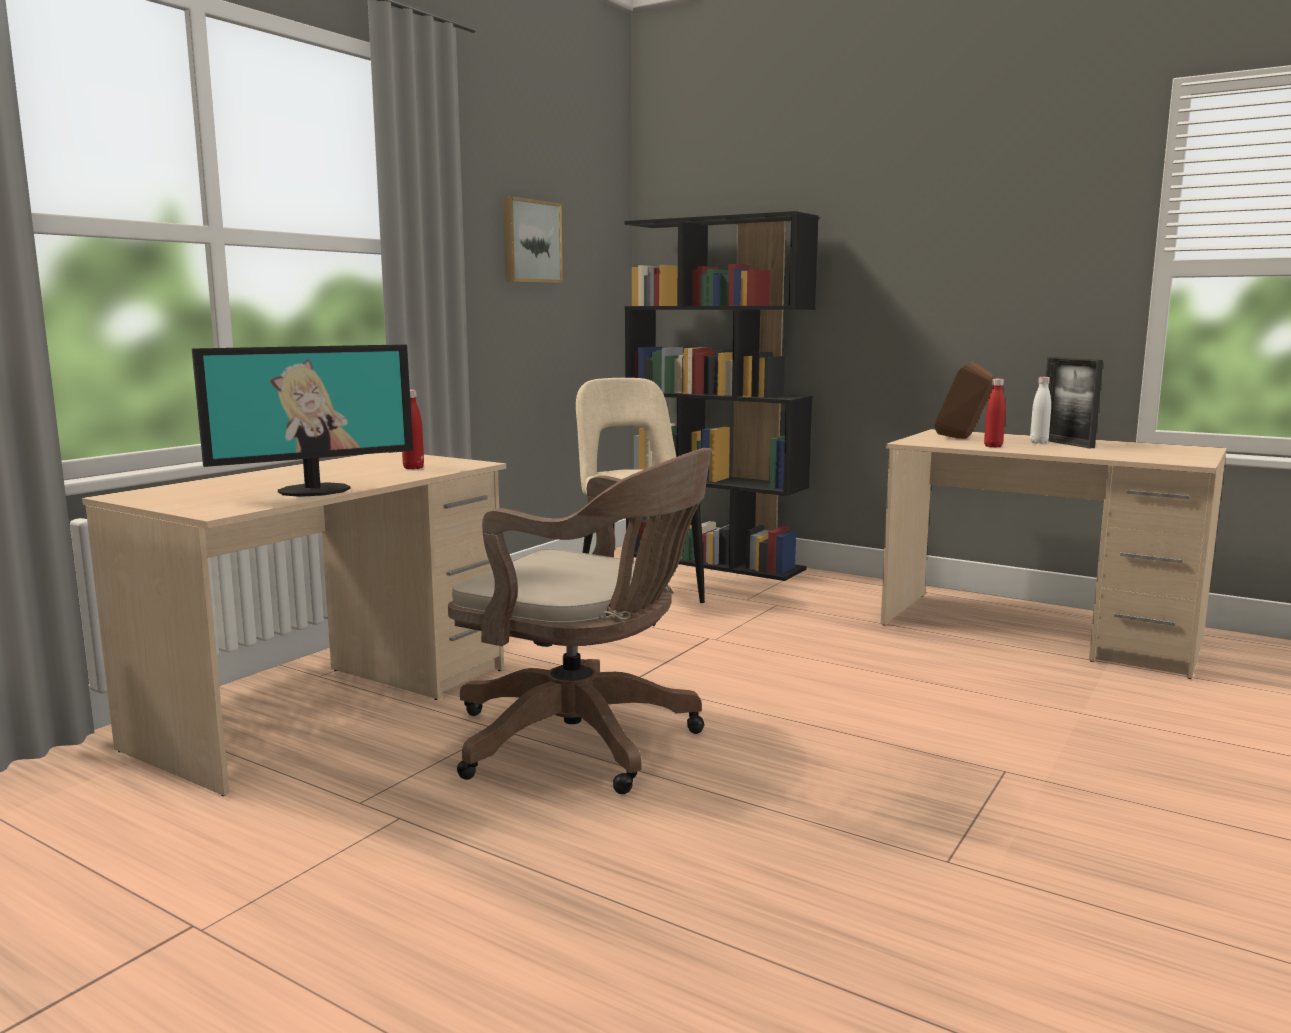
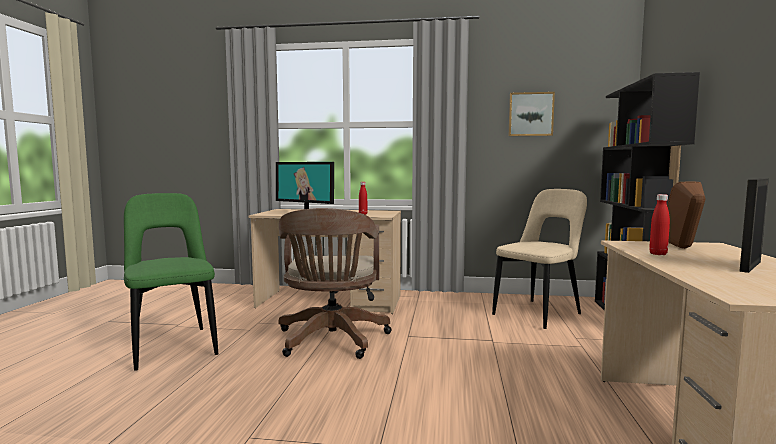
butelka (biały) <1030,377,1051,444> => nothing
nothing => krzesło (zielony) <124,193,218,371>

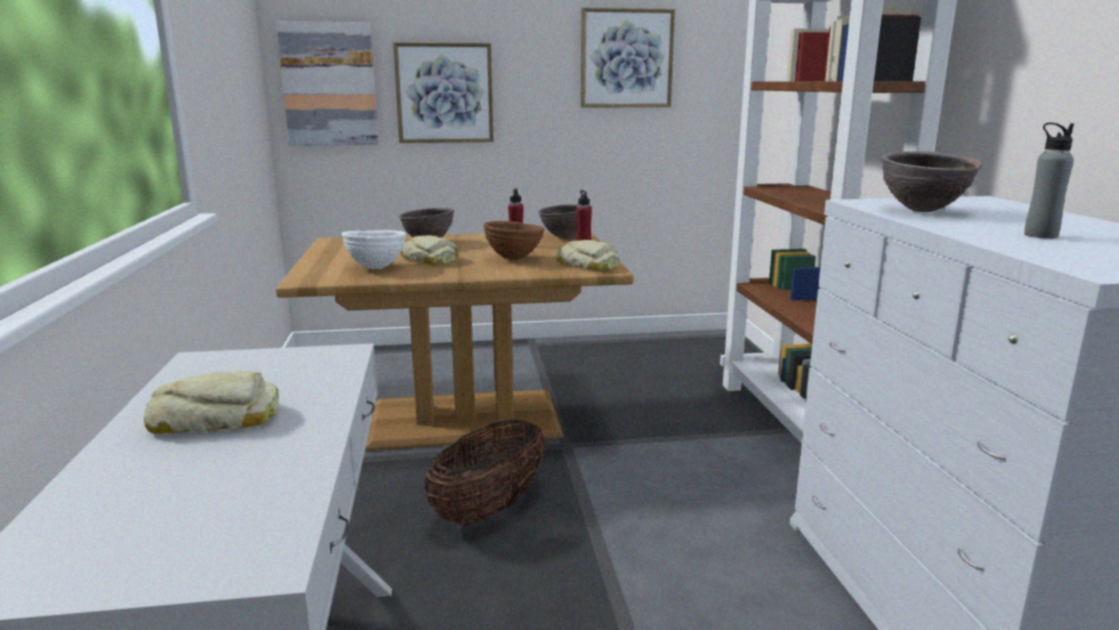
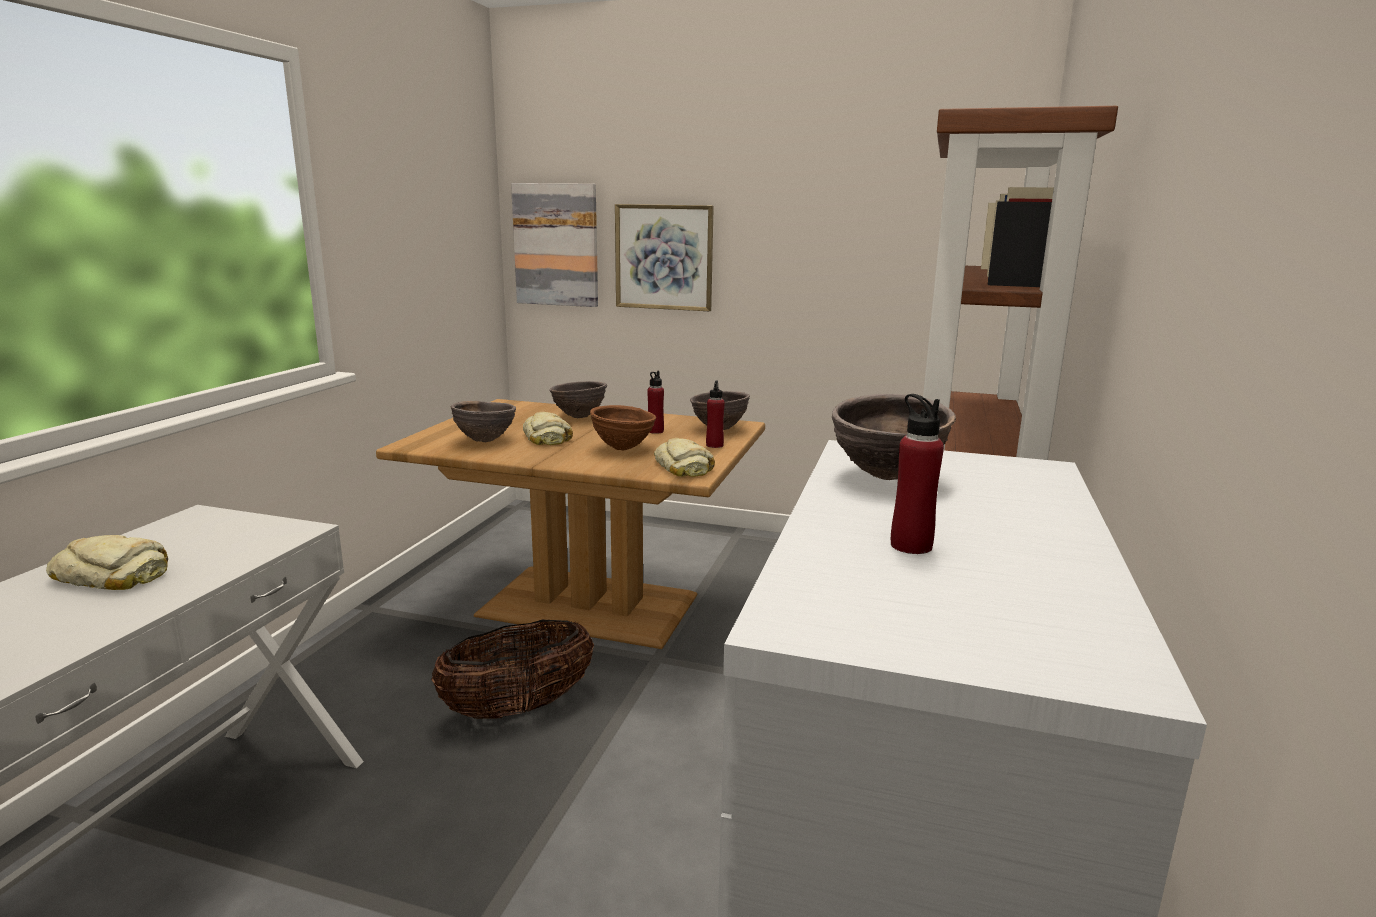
miska (biały) <342,230,406,269> => miska (brązowy) <451,401,516,442>
obraz <581,8,675,108> => nothing
butelka (szary) <1024,123,1074,239> => butelka (czerwony) <891,394,944,554>

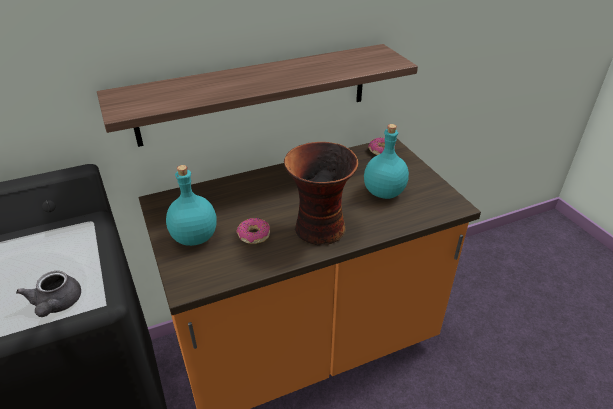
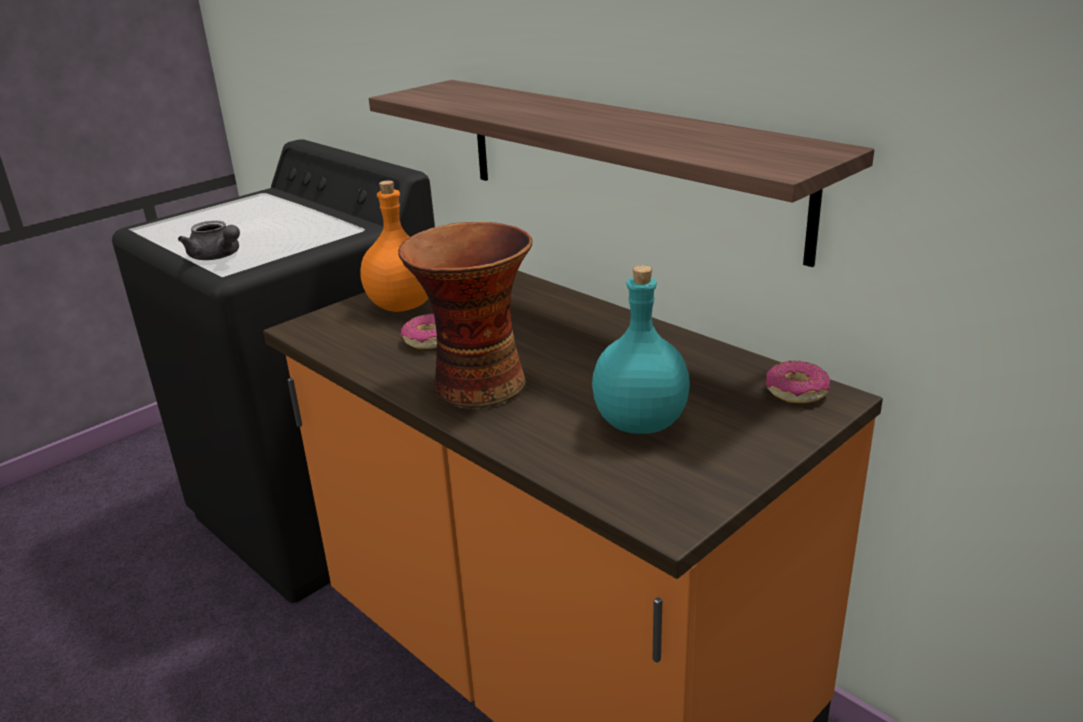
imbryk (szary) <16,271,81,317> => imbryk (szary) <178,221,240,260>, 105 degrees counterclockwise
butelka (turkusowy) <166,165,217,246> => butelka (pomarańczowy) <360,180,428,312>

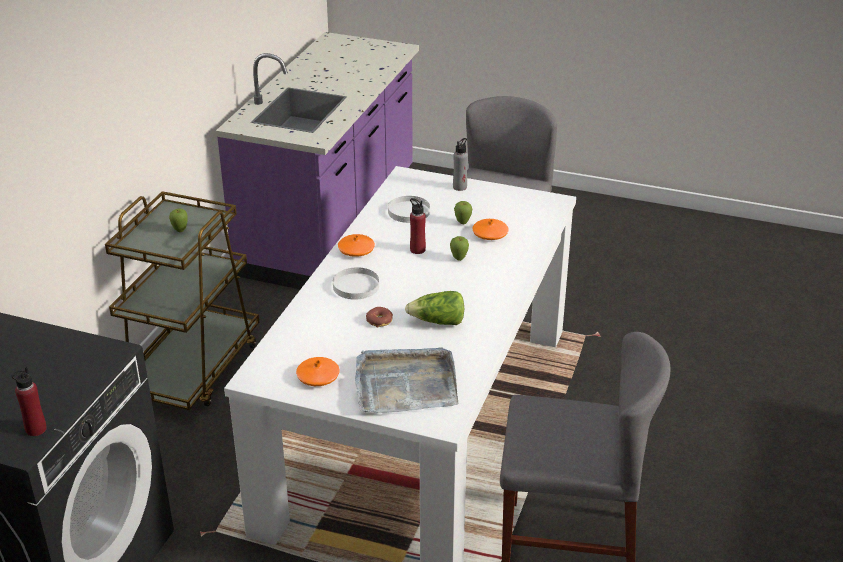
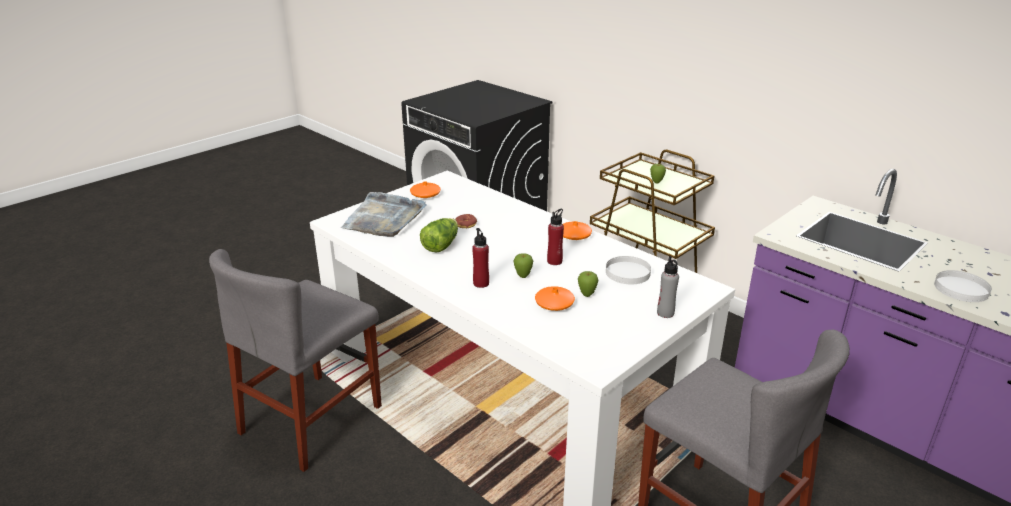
butelka (czerwony) <11,367,47,436> => butelka (czerwony) <472,228,489,288>, relocated
talerz (biały) <333,267,379,300> => talerz (biały) <934,270,992,302>, relocated

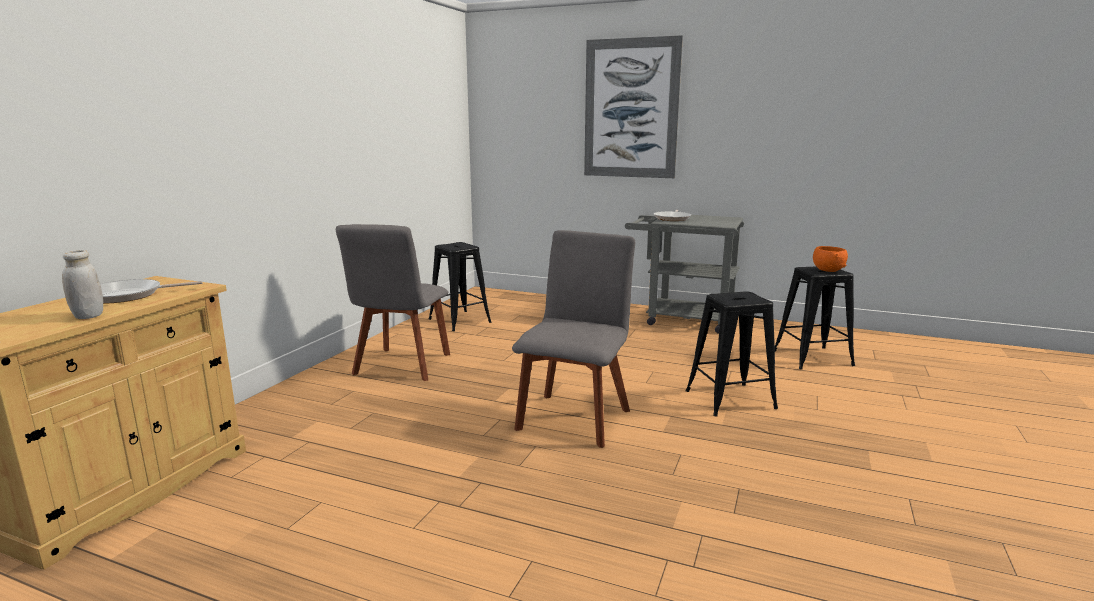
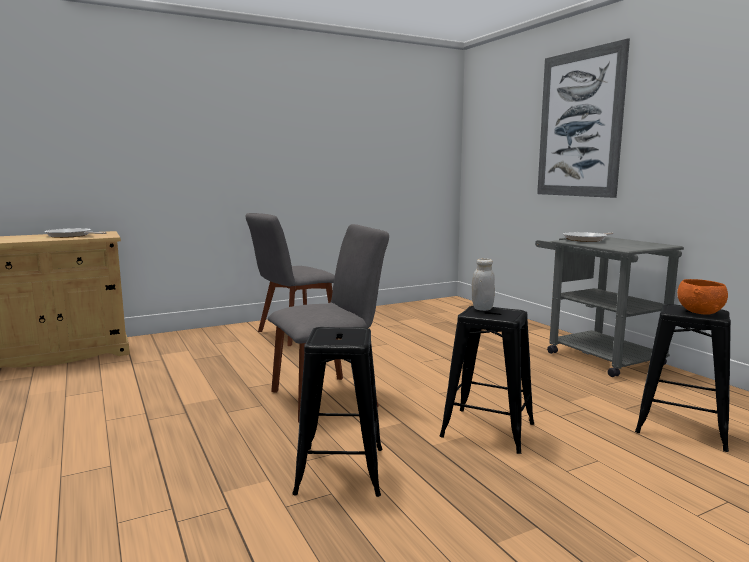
słoik (biały) <62,250,103,319> => słoik (biały) <472,258,495,311>, relocated
stołek (czarny) <429,242,491,331> => stołek (czarny) <292,327,382,497>, relocated

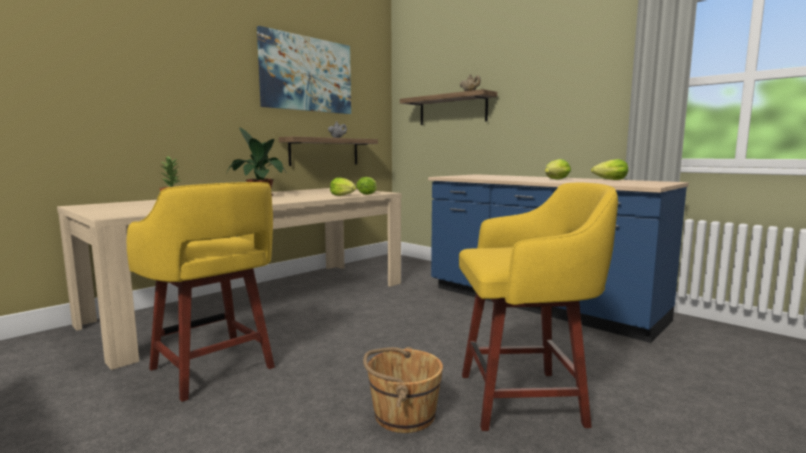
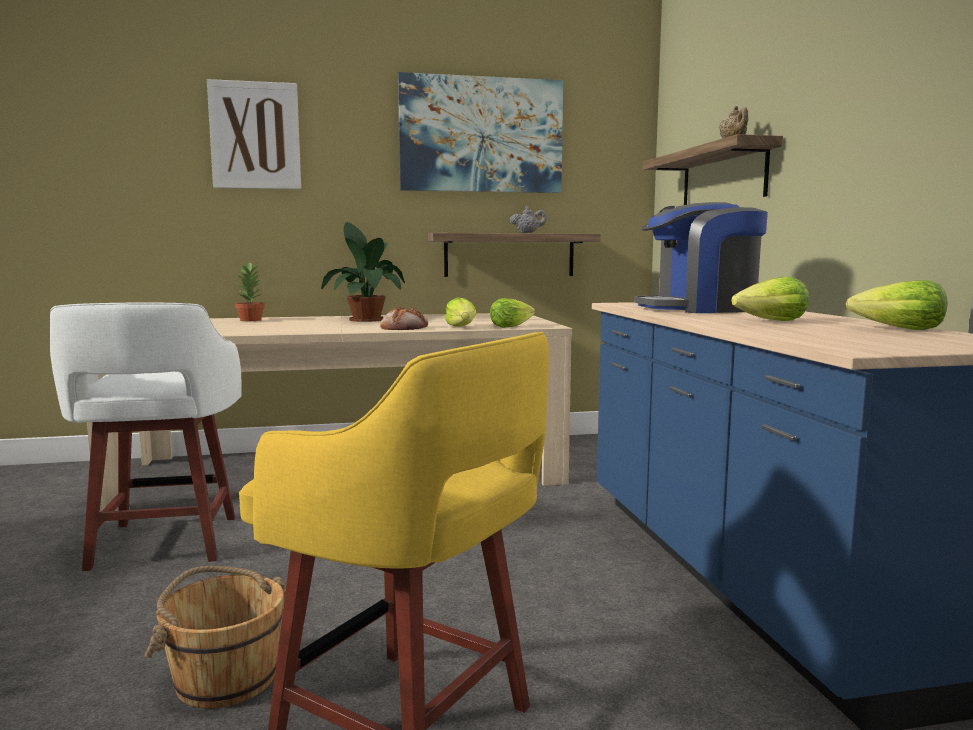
stołek (żółty) <127,182,275,402> => stołek (biały) <50,303,242,571>
nothing => obraz <207,79,301,189>
nothing => chleb <380,306,428,330>
nothing => ekspres do kawy <634,202,768,313>

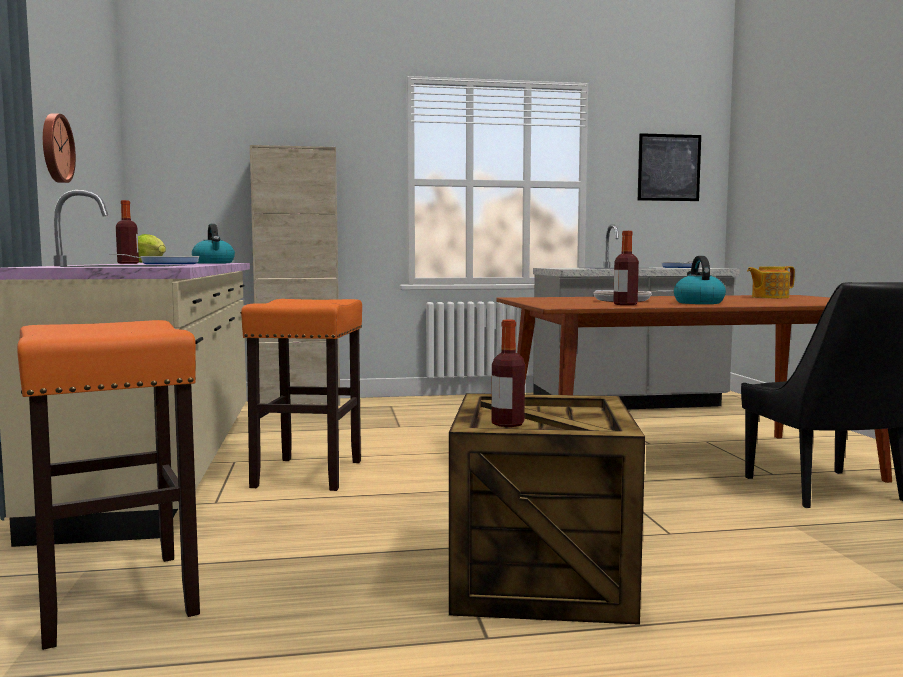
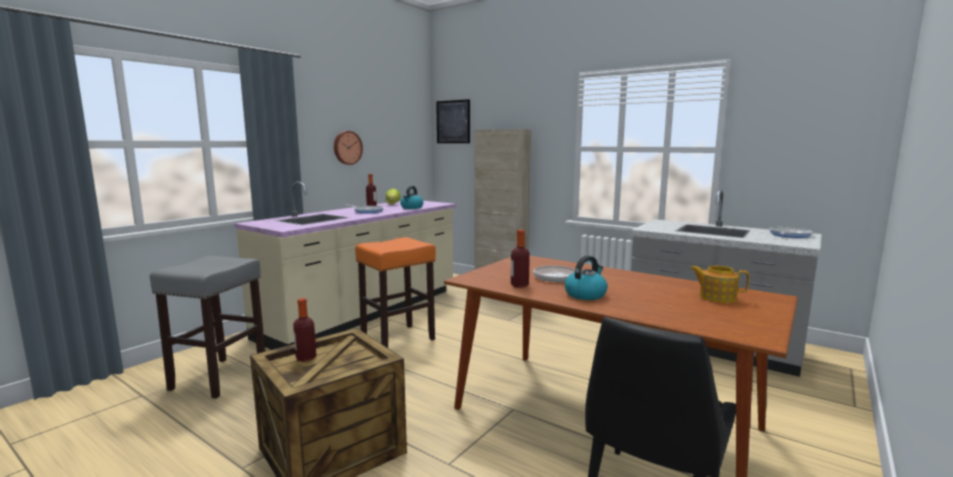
stołek (pomarańczowy) <17,320,200,650> => stołek (szary) <150,256,265,399>
obraz <638,133,701,201> => obraz <436,99,470,143>, relocated

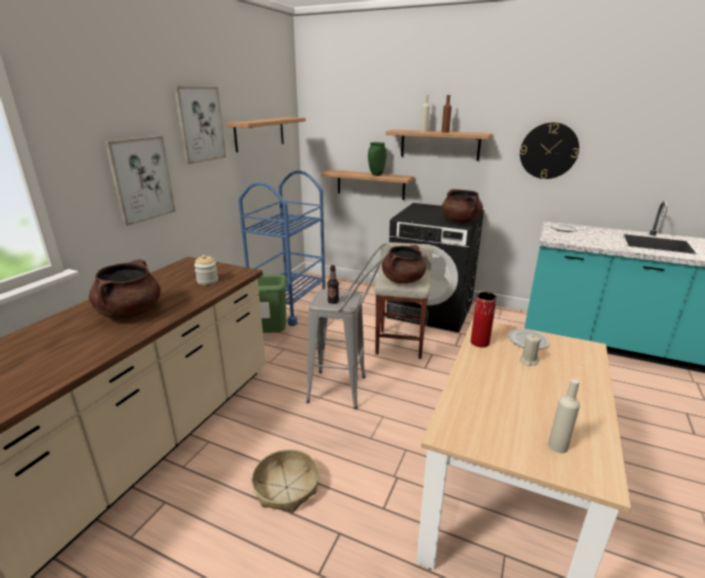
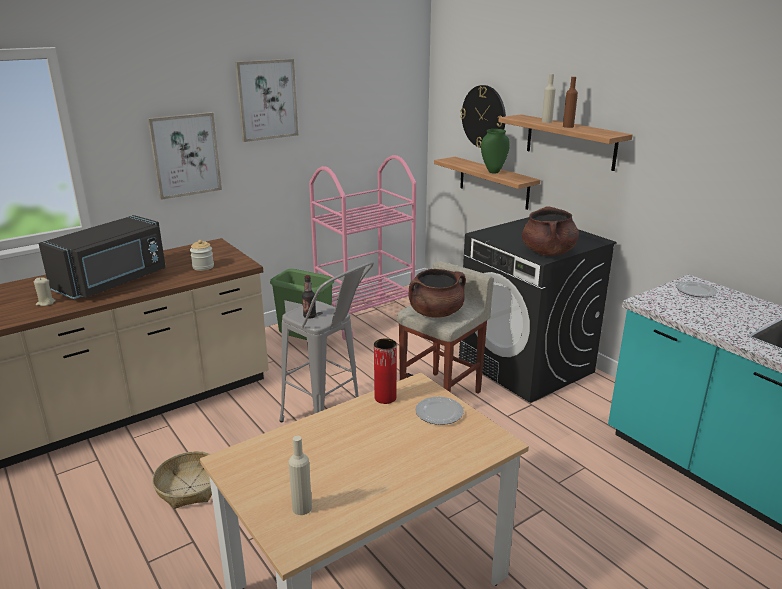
garnek (brązowy) <89,259,161,319> => mikrofalówka (czarny) <38,215,165,299>
półka <226,117,306,152> => nothing
wózek (niebieski) <238,170,325,326> => wózek (różowy) <309,155,416,340>
zegar ścienny <520,122,579,179> => zegar ścienny <460,85,506,148>, relocated
świeca (beżowy) <520,335,541,366> => świeca (beżowy) <34,277,56,306>, relocated

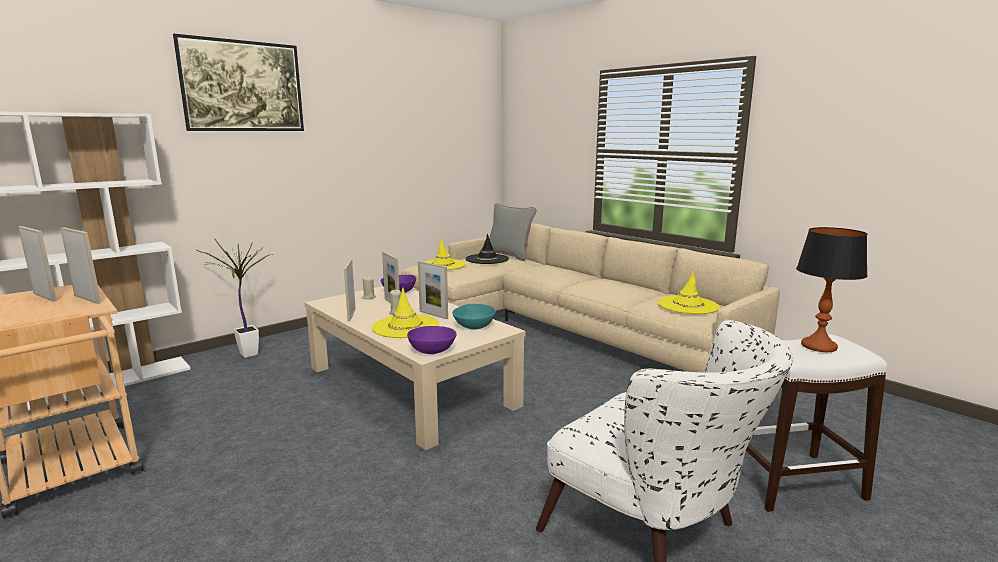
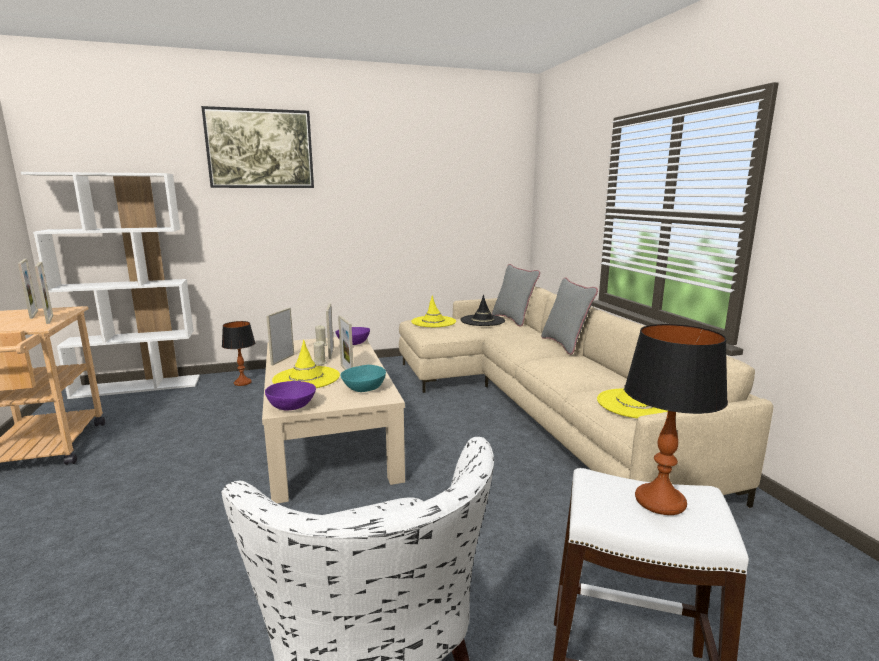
roślina doniczkowa <197,238,269,358> => lampa stołowa <222,321,255,386>
nothing => poduszka (szary) <541,277,598,355>

